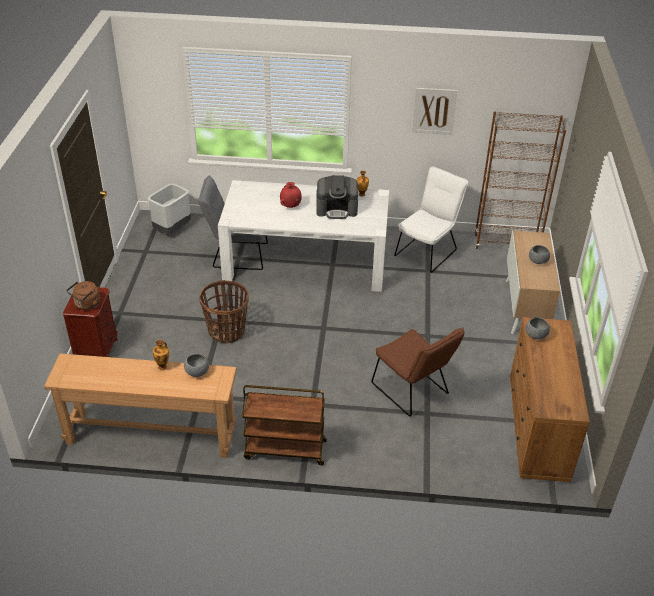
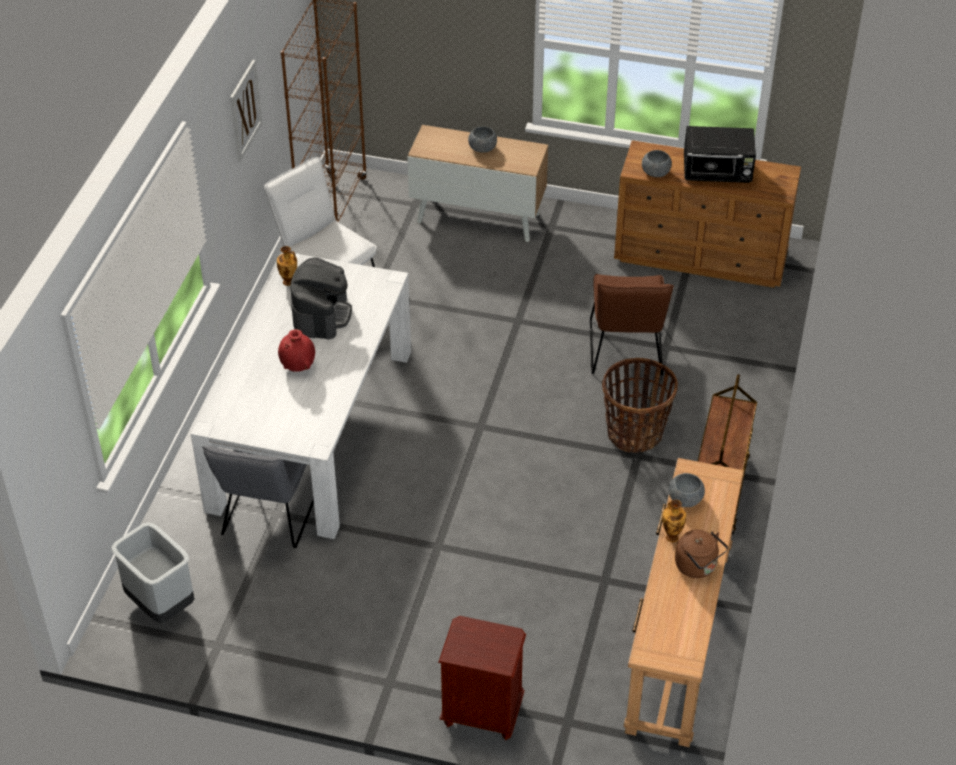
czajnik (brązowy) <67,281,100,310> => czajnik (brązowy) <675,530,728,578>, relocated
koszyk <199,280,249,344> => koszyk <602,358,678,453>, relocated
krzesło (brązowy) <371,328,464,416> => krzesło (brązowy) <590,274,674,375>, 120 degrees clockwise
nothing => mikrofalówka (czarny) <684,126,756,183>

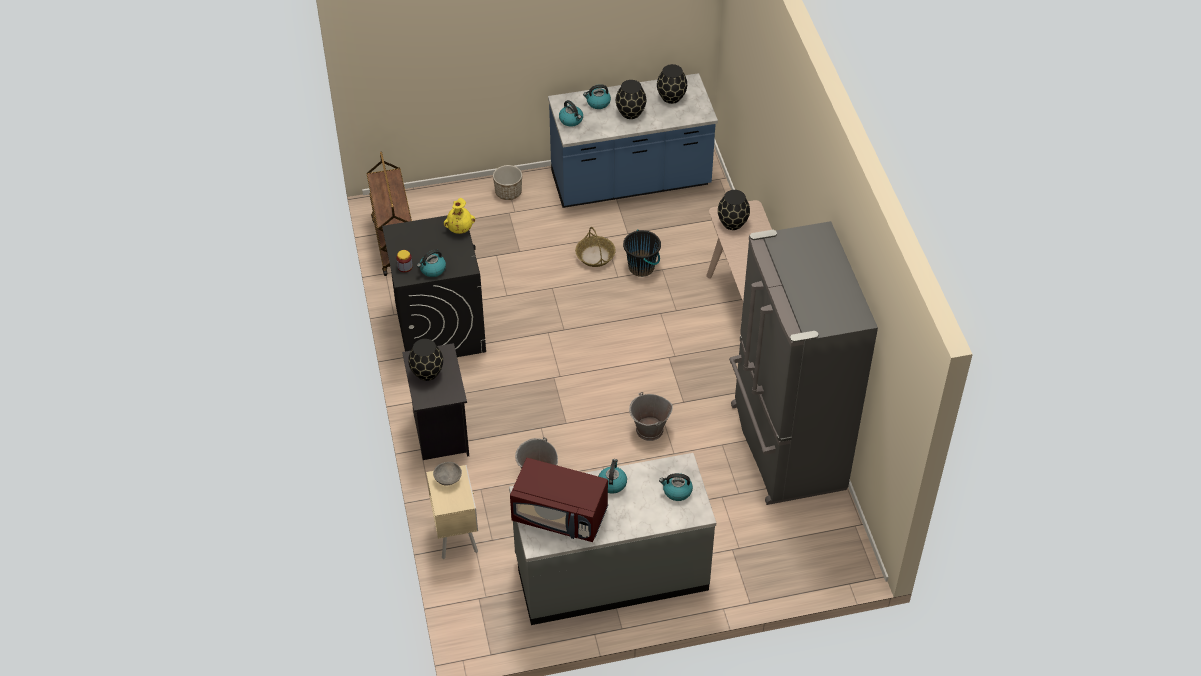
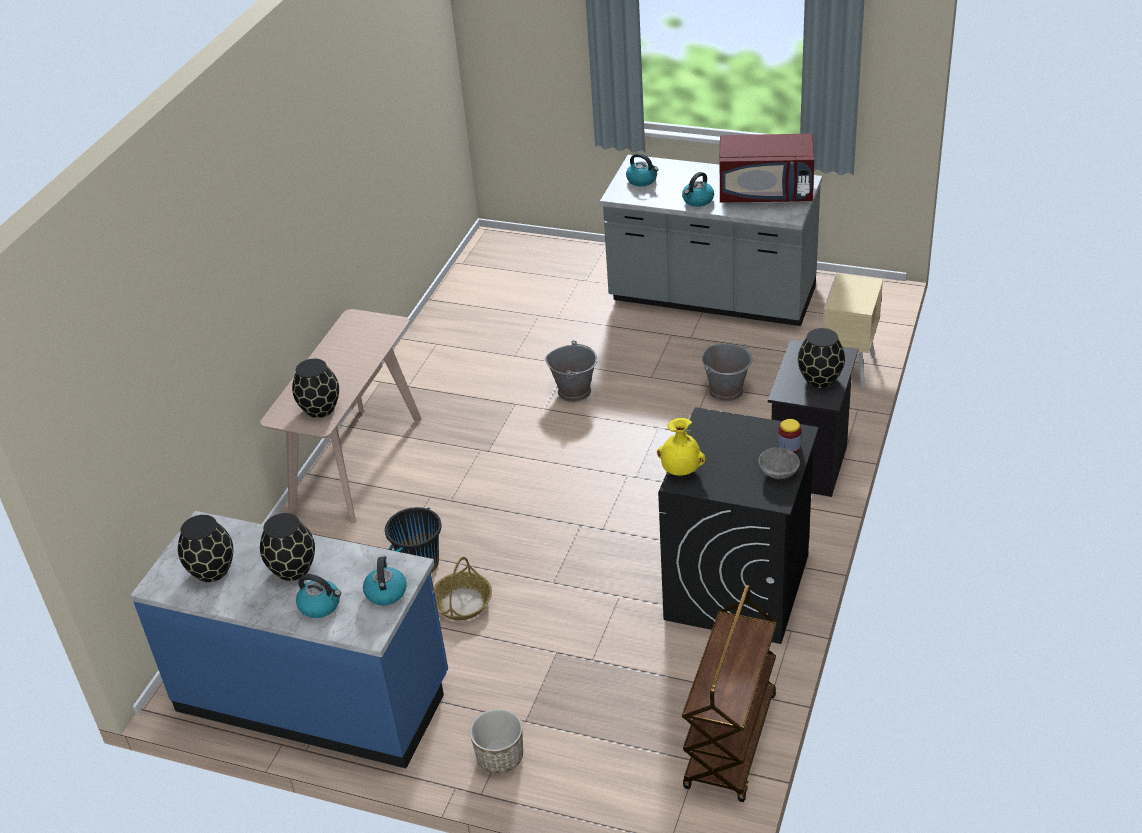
czajnik <417,250,446,277> => nothing
miska (szary) <433,462,462,486> => miska (szary) <759,447,800,479>, relocated
mikrofalówka (czerwony) <510,458,608,542> => mikrofalówka (czerwony) <720,134,814,203>, 135 degrees clockwise
lodówka (szary) <729,221,878,505> => nothing

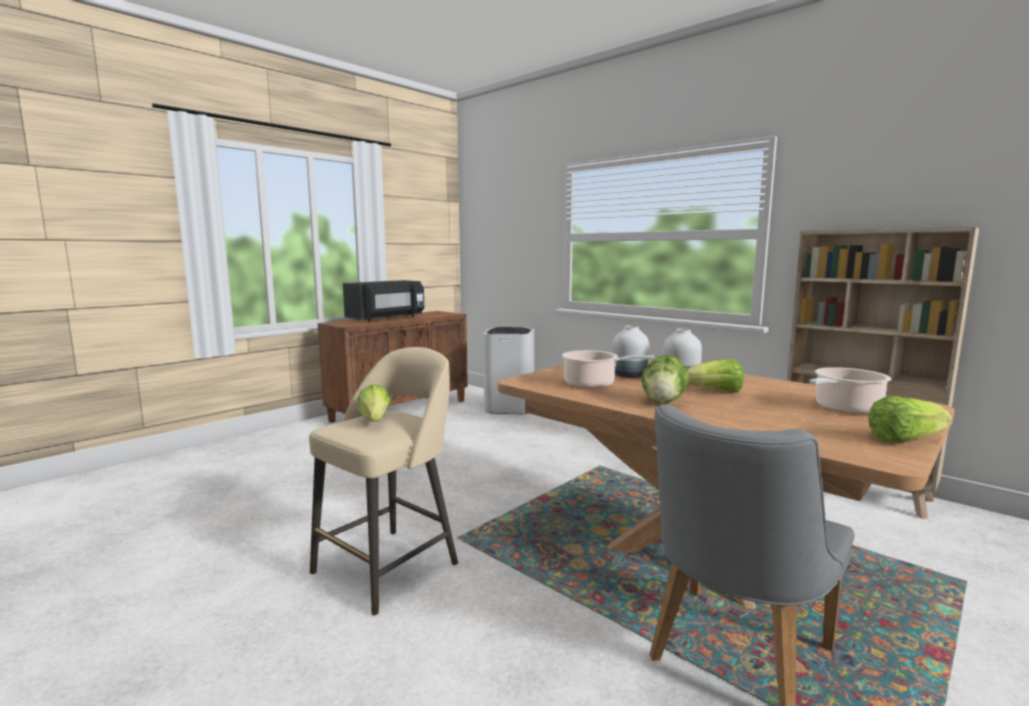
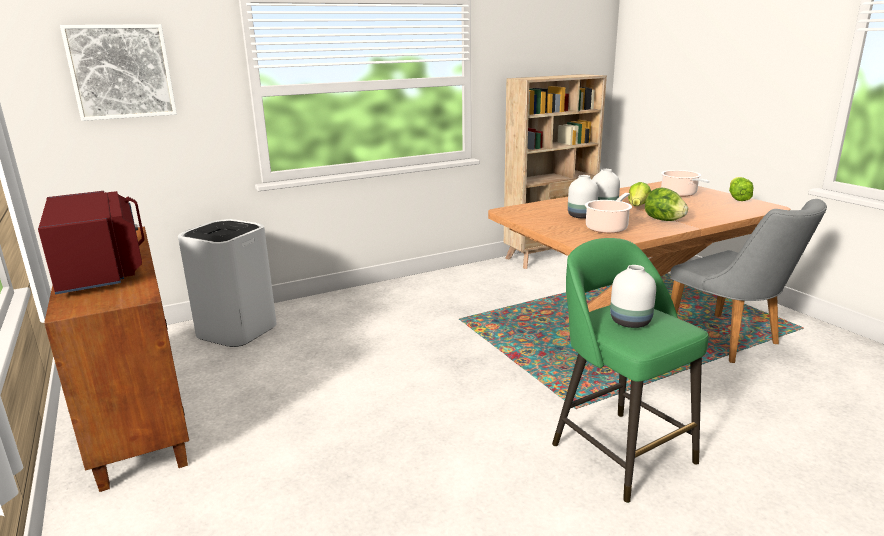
stołek (beżowy) <309,347,458,616> => stołek (zielony) <552,238,709,503>
mikrofalówka (czarny) <343,280,424,322> => mikrofalówka (czerwony) <38,191,145,295>
sałata <357,384,390,422> => wazon (biały) <610,265,656,328>
nothing => obraz <60,24,177,121>

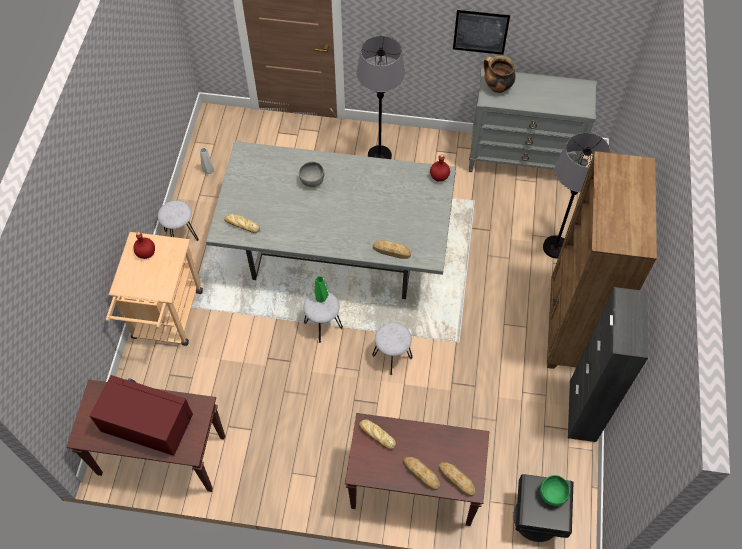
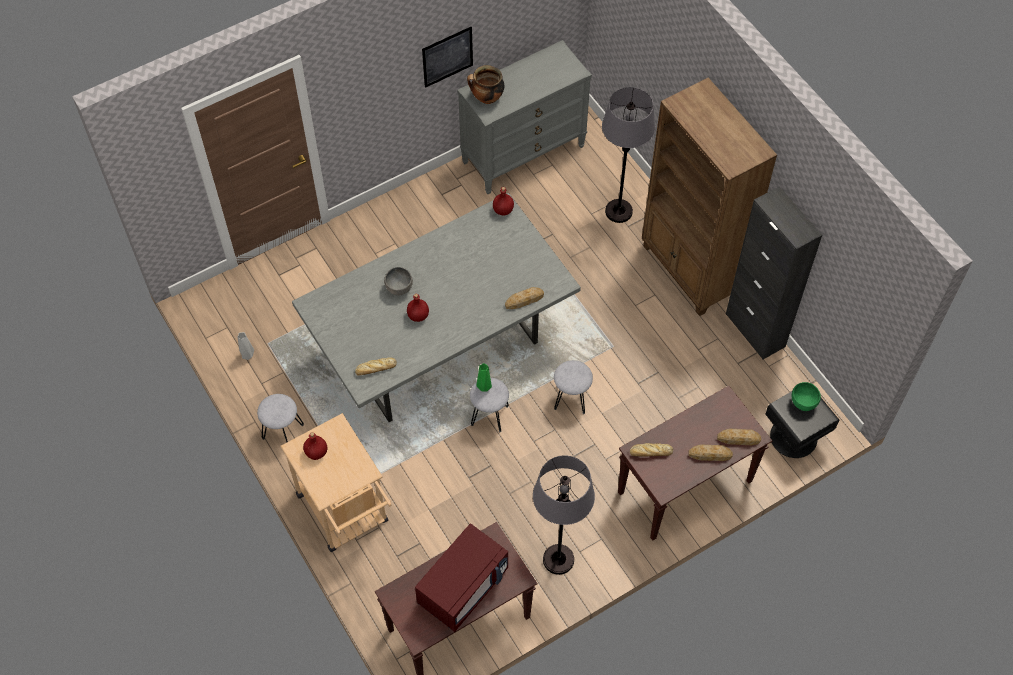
mikrofalówka (czerwony) <90,375,193,456> => mikrofalówka (czerwony) <415,524,508,632>, 150 degrees clockwise
lampa stojąca (szary) <356,36,405,159> => lampa stojąca (szary) <533,455,595,575>, relocated
nothing => butelka (czerwony) <407,294,429,322>

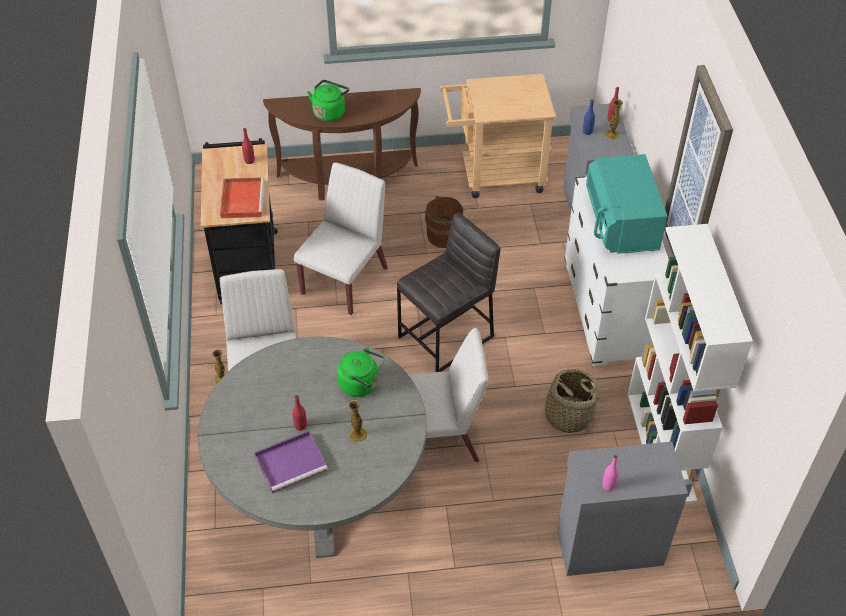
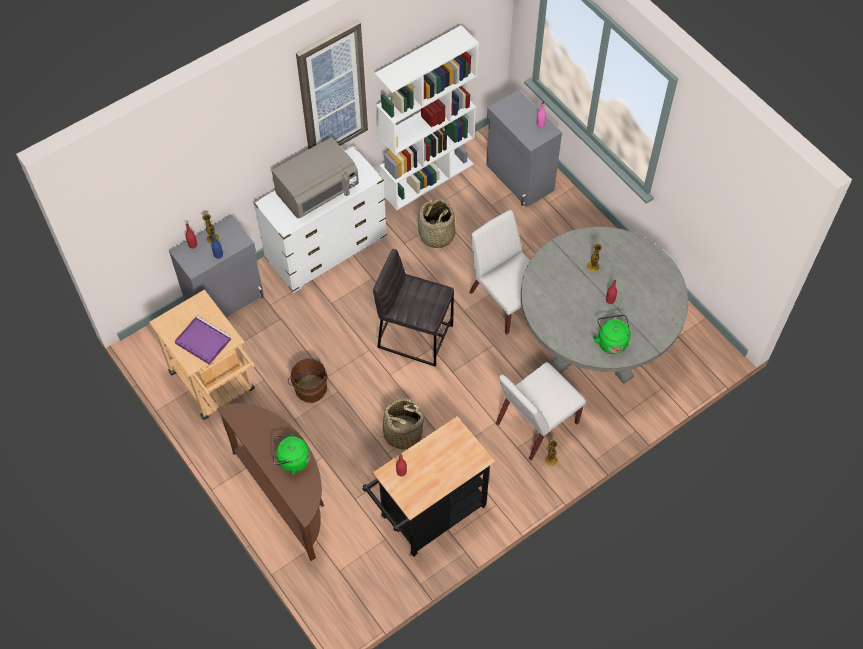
taca (czerwony) <220,178,265,218> => nothing
taca (fioletowy) <254,431,328,494> => taca (fioletowy) <175,316,231,365>, relocated
krzesło (biały) <294,162,388,315> => koszyk <373,398,426,449>
czajnik (zielony) <337,347,384,397> => czajnik (zielony) <593,314,630,354>, relocated
mikrofalówka (turkusowy) <586,154,667,254> => mikrofalówka (szary) <272,137,359,219>

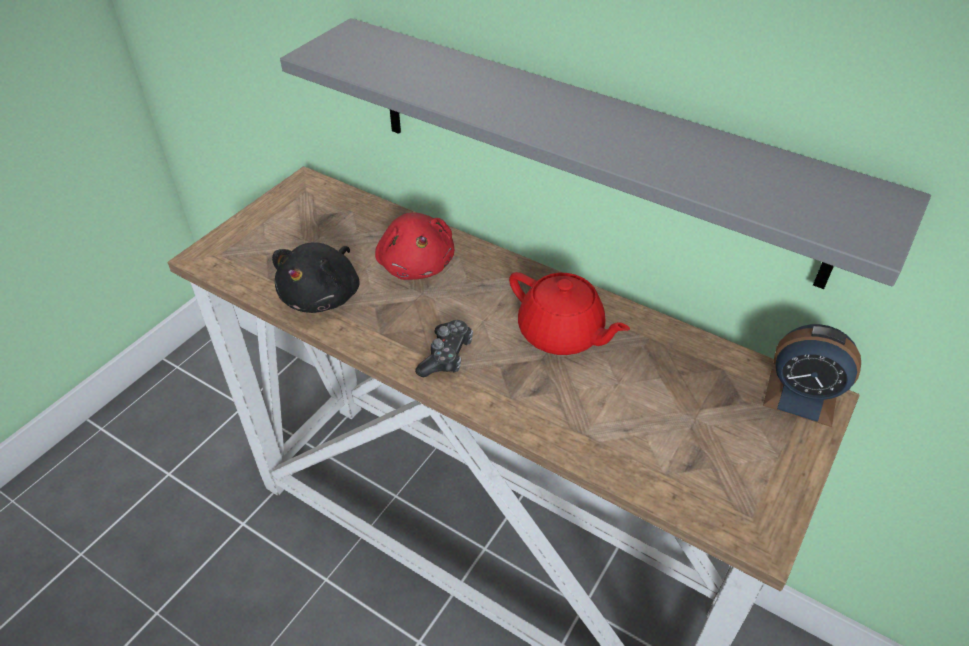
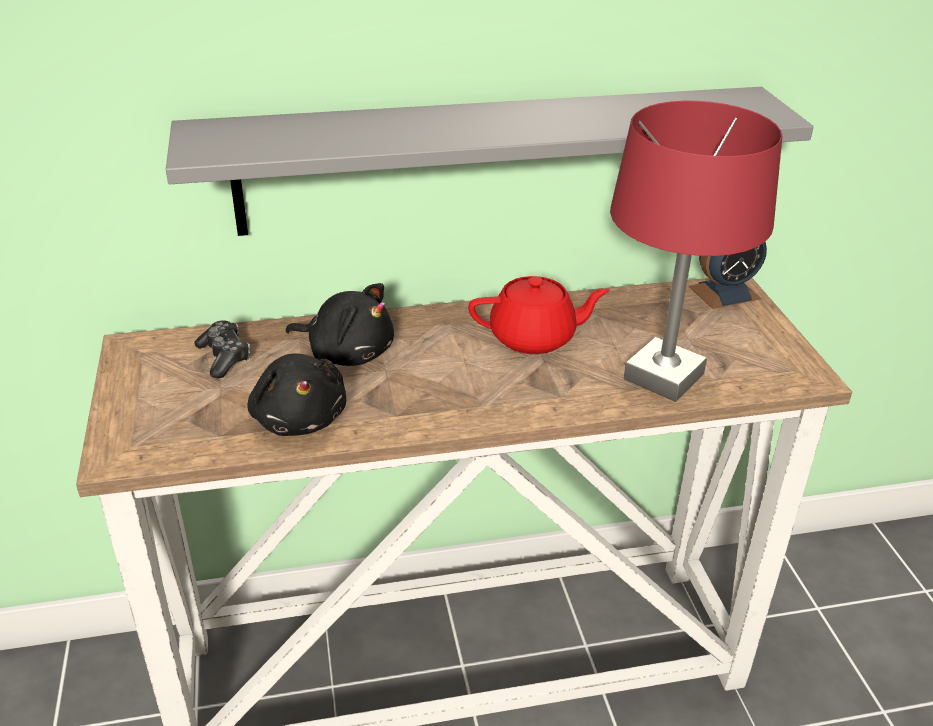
pluszak (czerwony) <375,212,454,280> => pluszak (czarny) <285,283,394,366>
pad do gier <415,320,473,377> => pad do gier <195,320,250,378>, relocated
nothing => lampa stołowa (czerwony) <610,101,782,402>

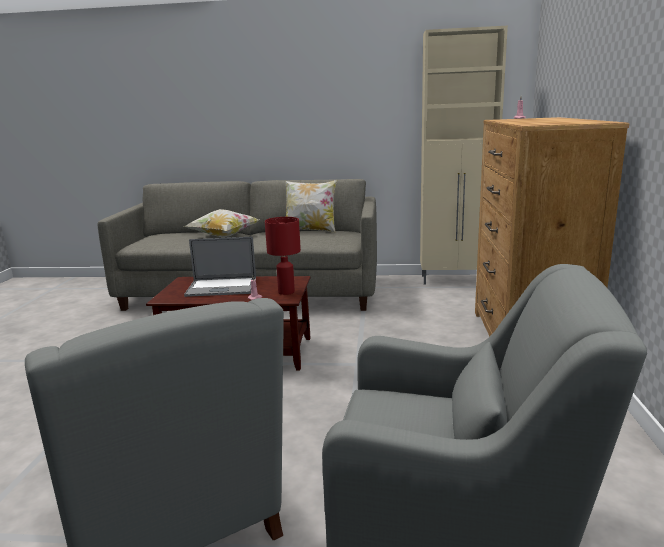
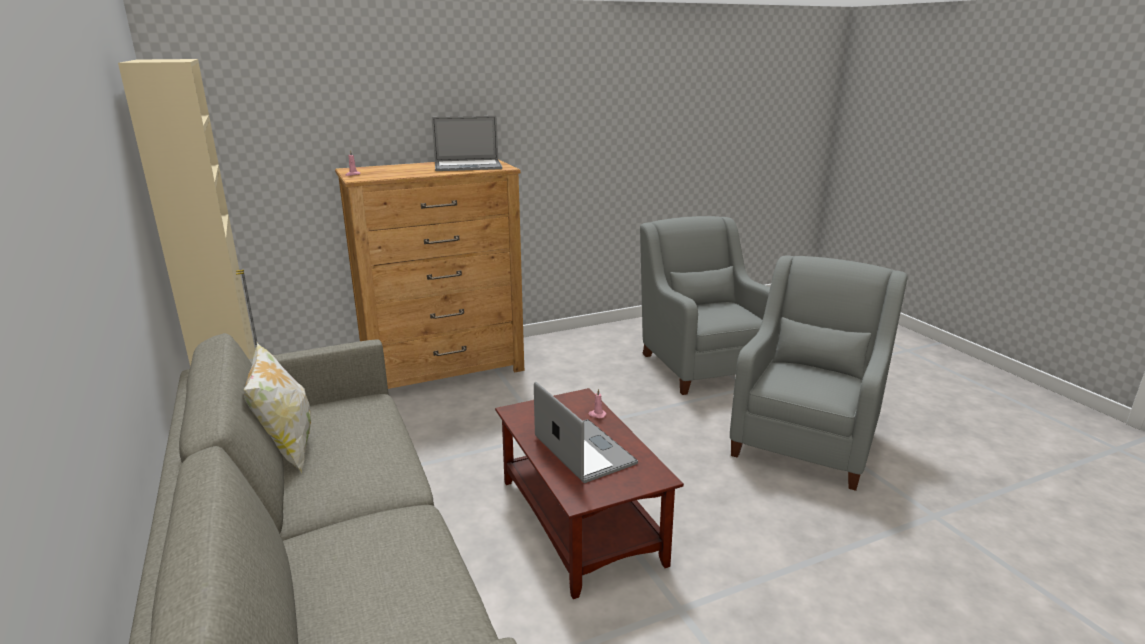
poduszka <184,209,259,237> => nothing
lampa stołowa (czerwony) <265,217,301,295> => nothing
nothing => laptop <432,116,502,171>

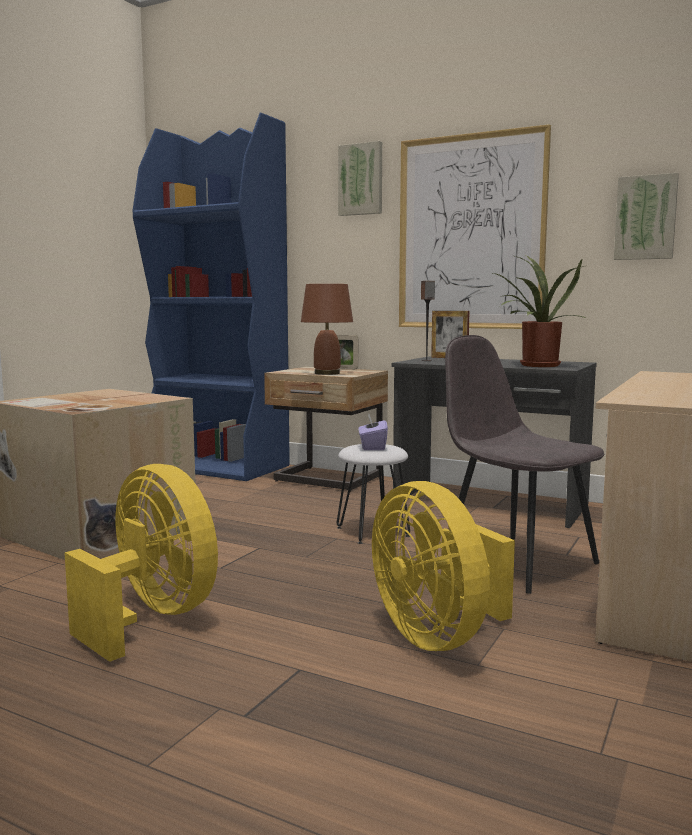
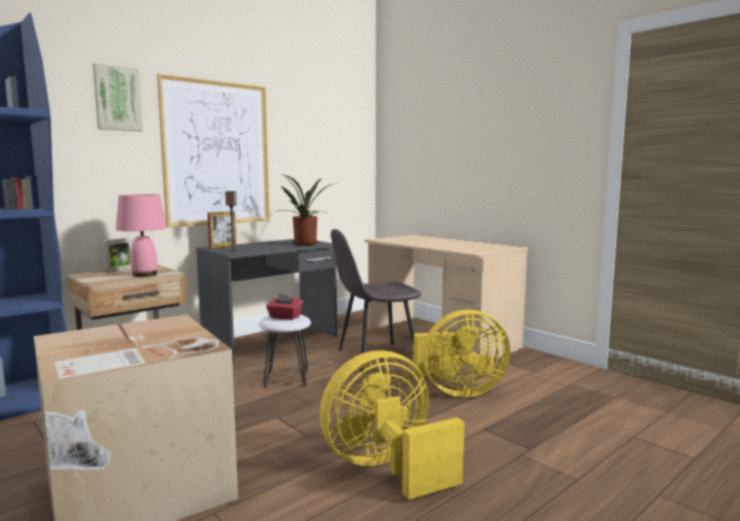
lampa stołowa (brązowy) <301,284,353,375> => lampa stołowa (różowy) <116,194,167,277>
pudełko chusteczek (fioletowy) <359,414,388,450> => pudełko chusteczek (czerwony) <266,293,303,320>
obraz <614,173,679,260> => nothing

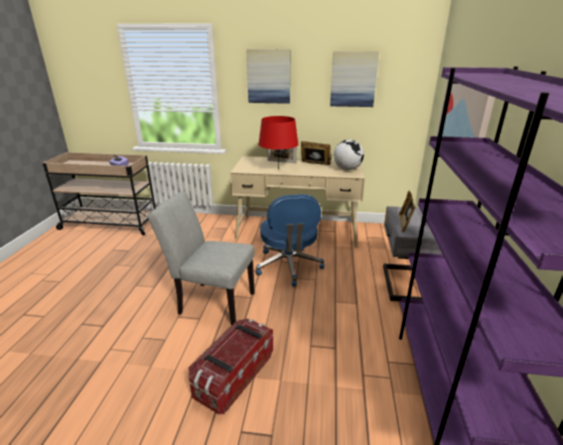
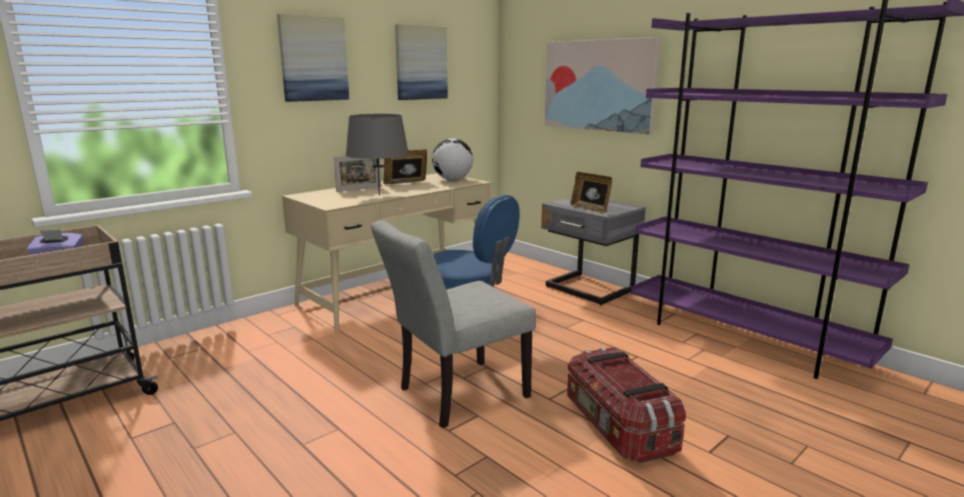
lampa stołowa (czerwony) <258,116,299,170> => lampa stołowa (szary) <346,114,409,195>

